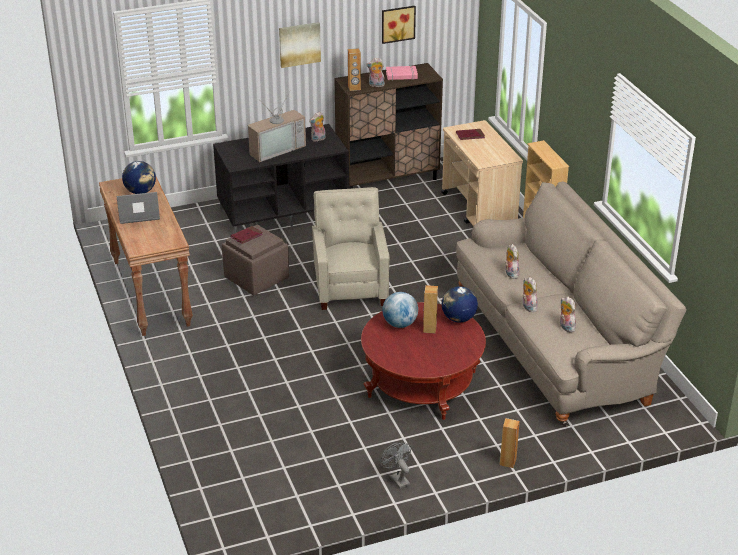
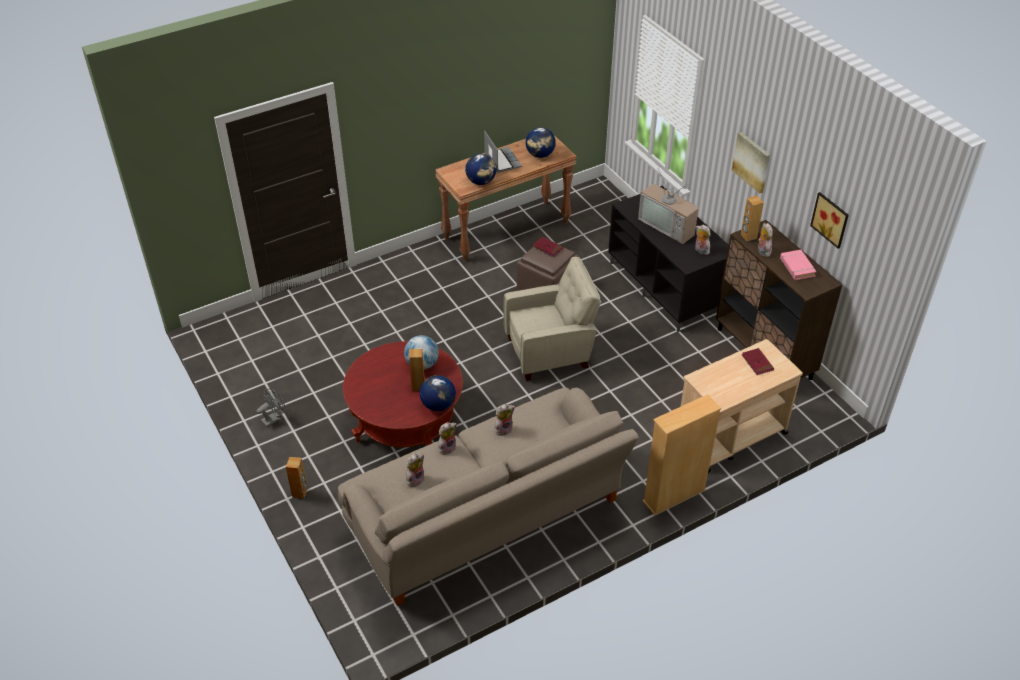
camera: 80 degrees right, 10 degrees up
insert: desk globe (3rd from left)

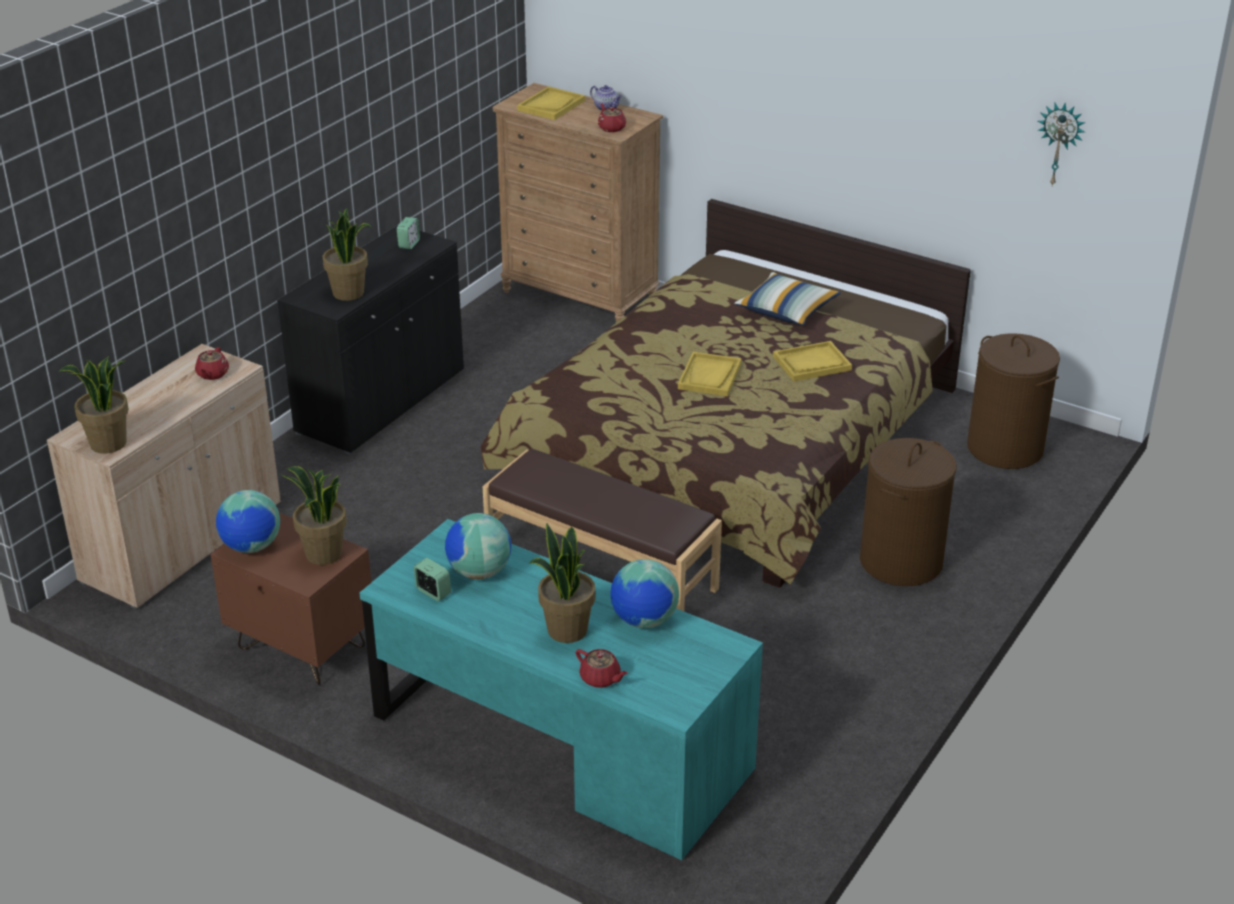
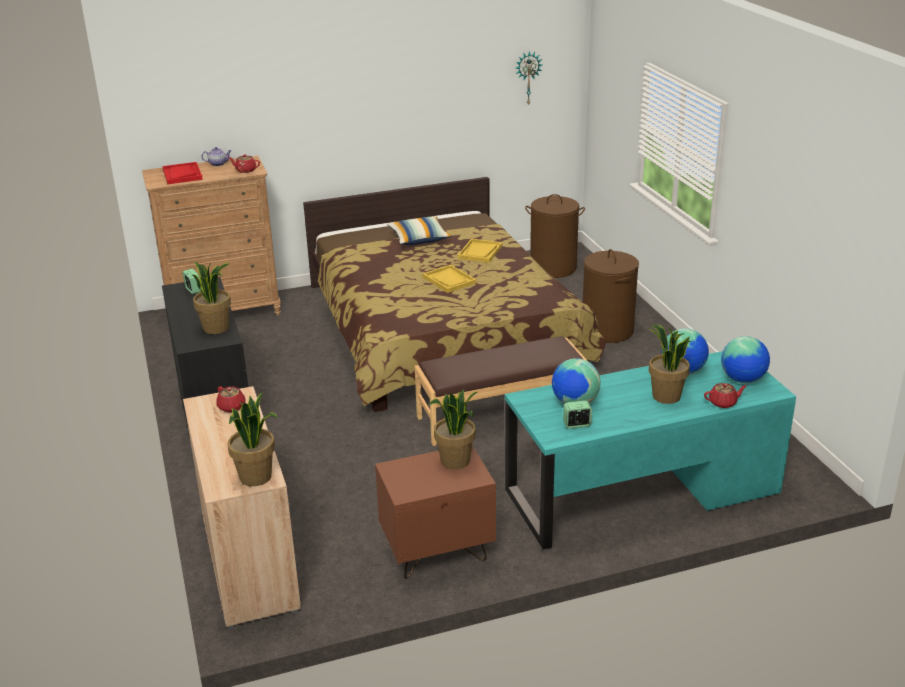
camera: 50 degrees left, 5 degrees down
move: desk globe (1st from left in the first image) to desk globe (3rd from left)
recolor: yellowish carrying tray (1st from left) to red carrying tray

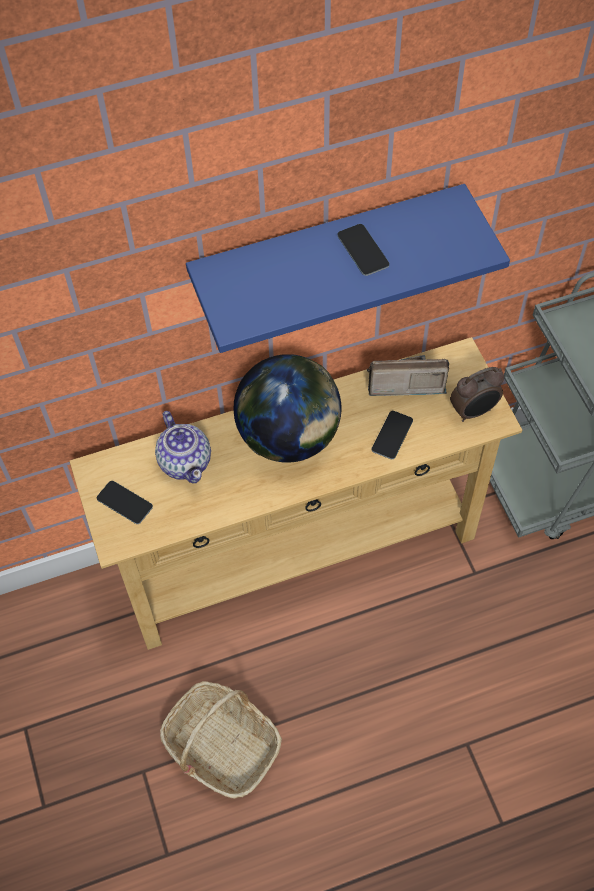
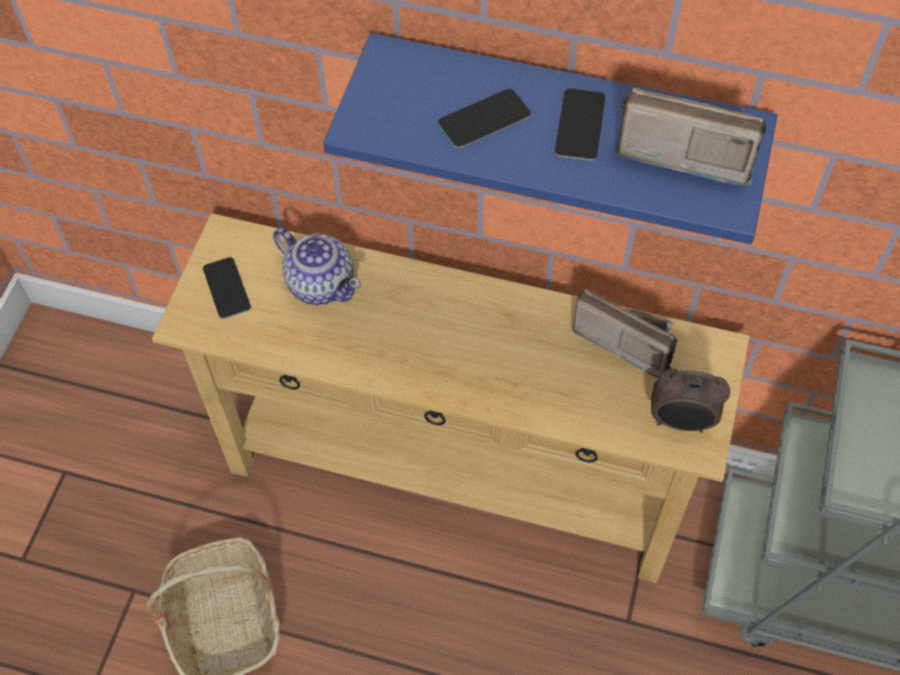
camera: 35 degrees right, 0 degrees up
delete: desk globe
insert: radio (2nd from left)
move: phone (3rd from left in the first image) to phone (2nd from left)
rotate: pot for tea 60 degrees counterclockwise

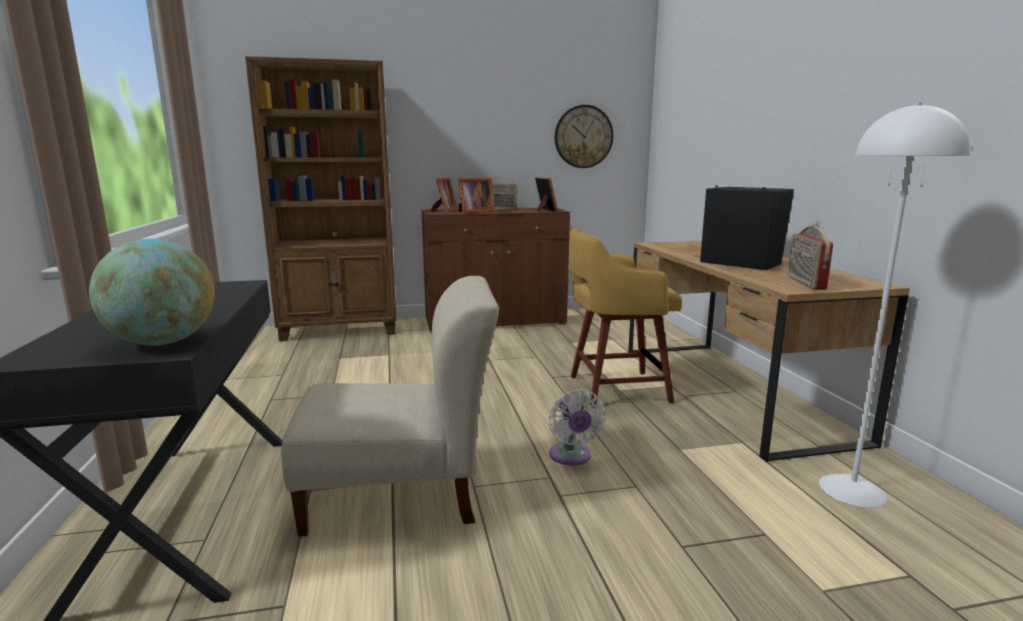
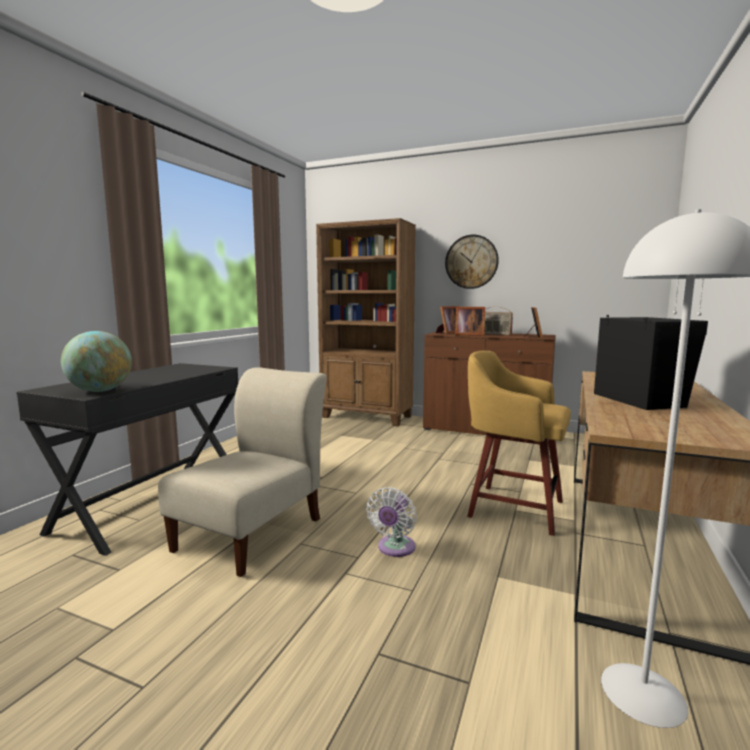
camera: 35 degrees right, 5 degrees down
delete: radio (2nd from left)
move: wall clock
rotate: beige plain chair 90 degrees counterclockwise

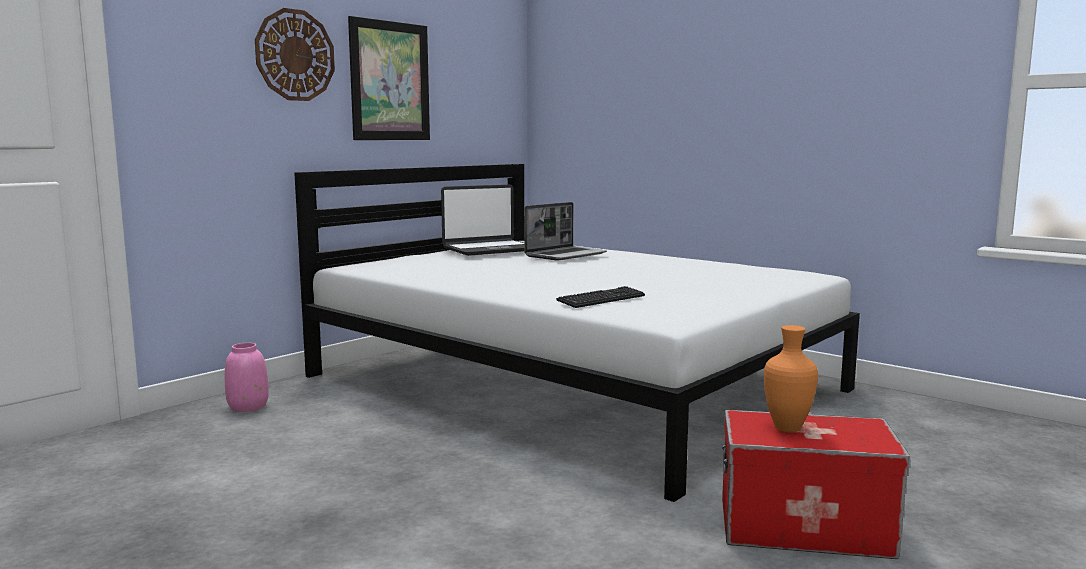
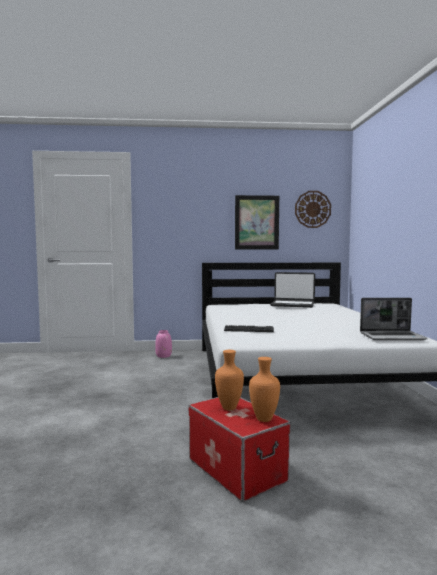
camera: 45 degrees right, 5 degrees down
insert: orange-coloured vase (2nd from left)
move: wall clock; portable computer (2nd from left)

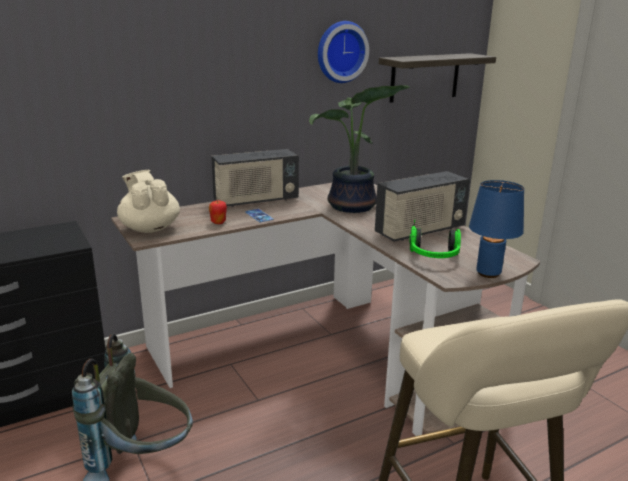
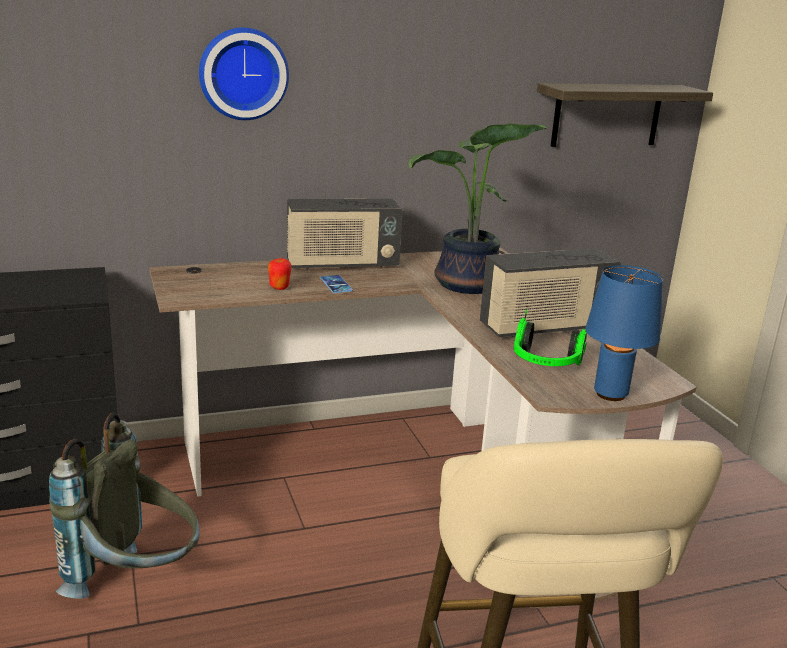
camera: 10 degrees right, 0 degrees up
delete: beige pot for tea
move: wall clock

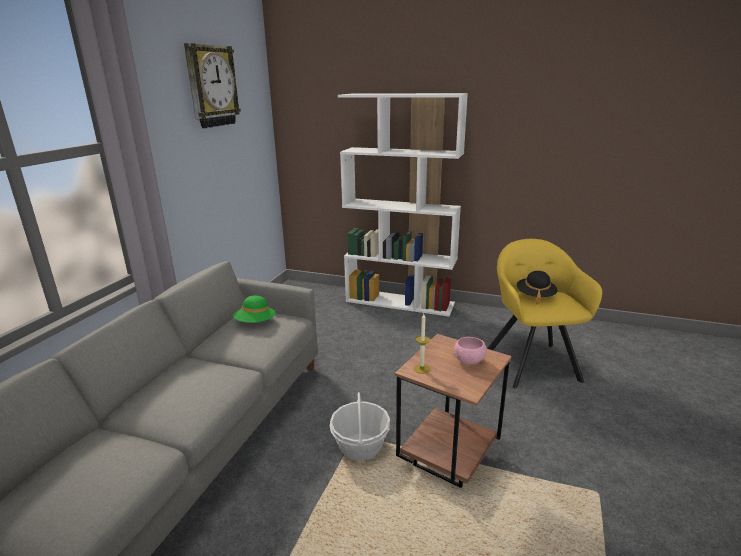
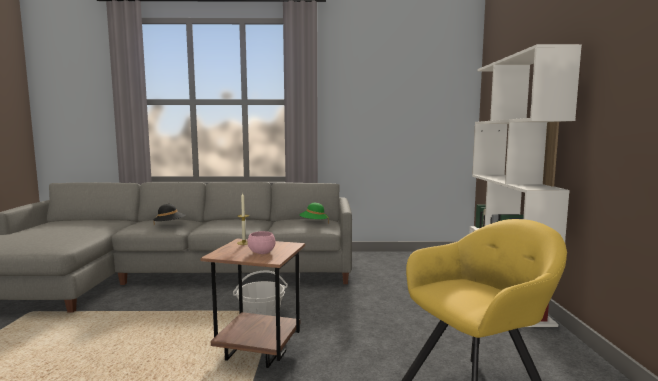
camera: 70 degrees right, 15 degrees down
delete: wall clock
move: black-coloured clothing hat

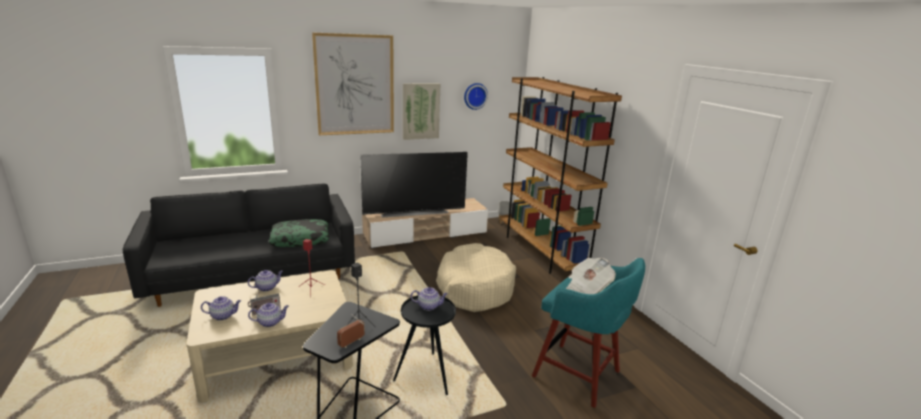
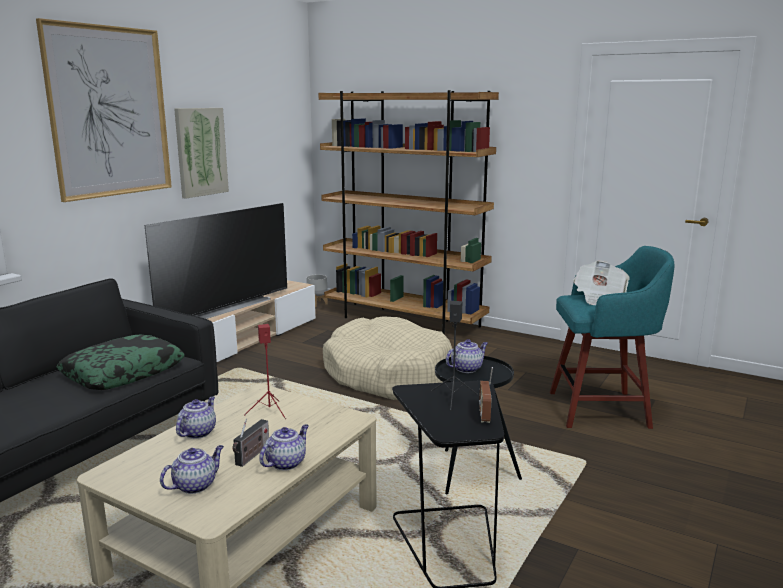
camera: 35 degrees left, 5 degrees down
delete: wall clock

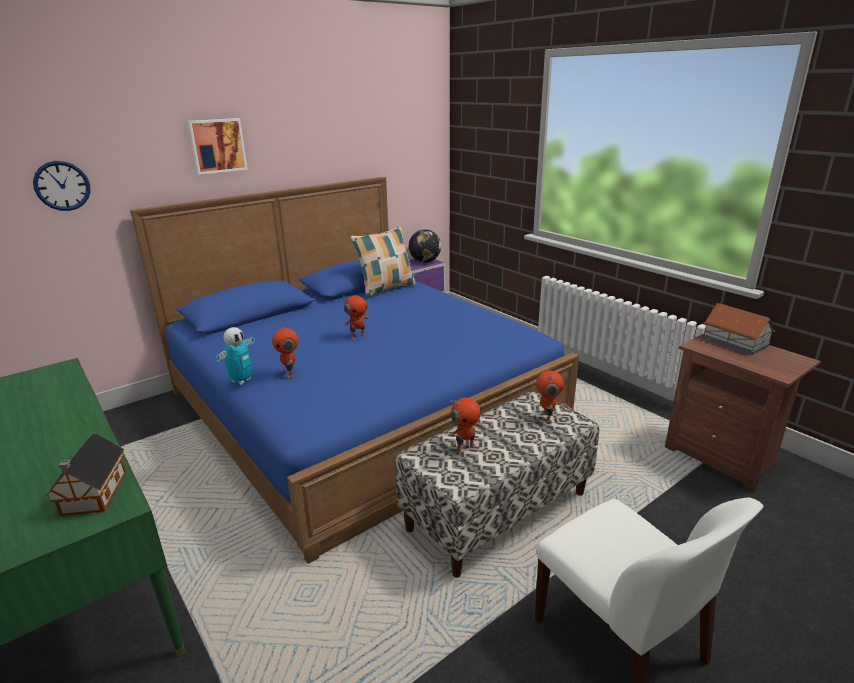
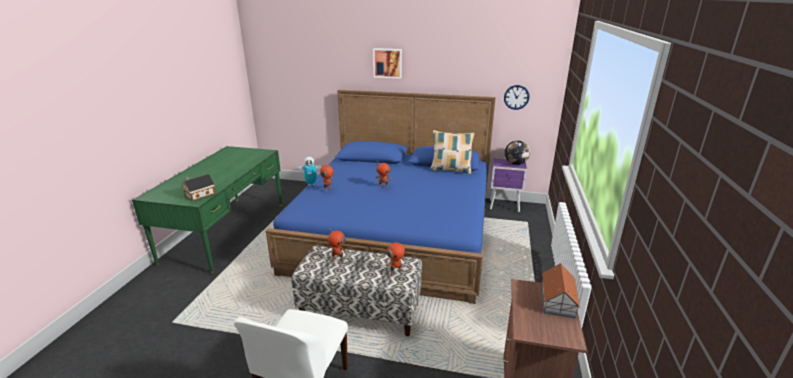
camera: 50 degrees right, 0 degrees up
move: wall clock

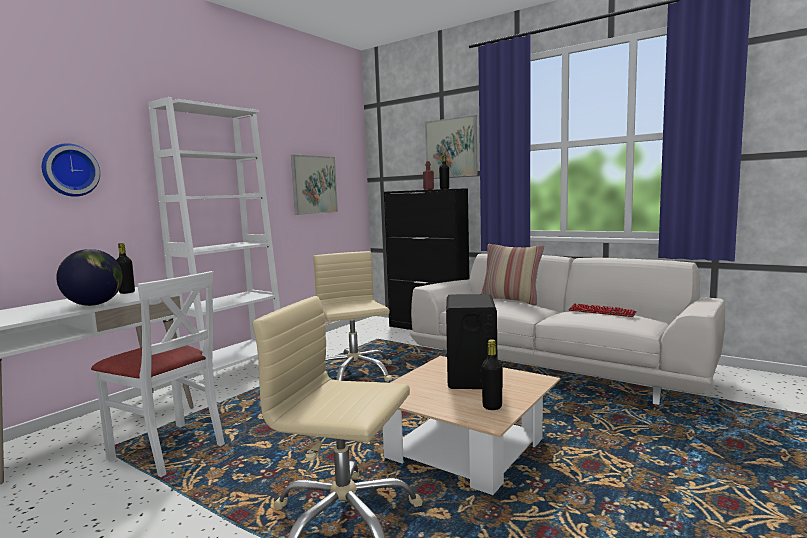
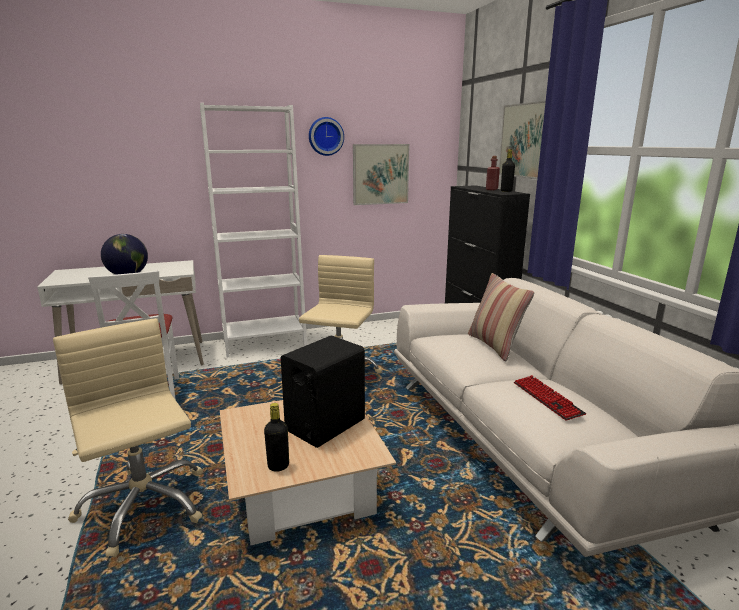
camera: 35 degrees right, 10 degrees up
delete: black-coloured drink bottle (1st from left)
move: wall clock

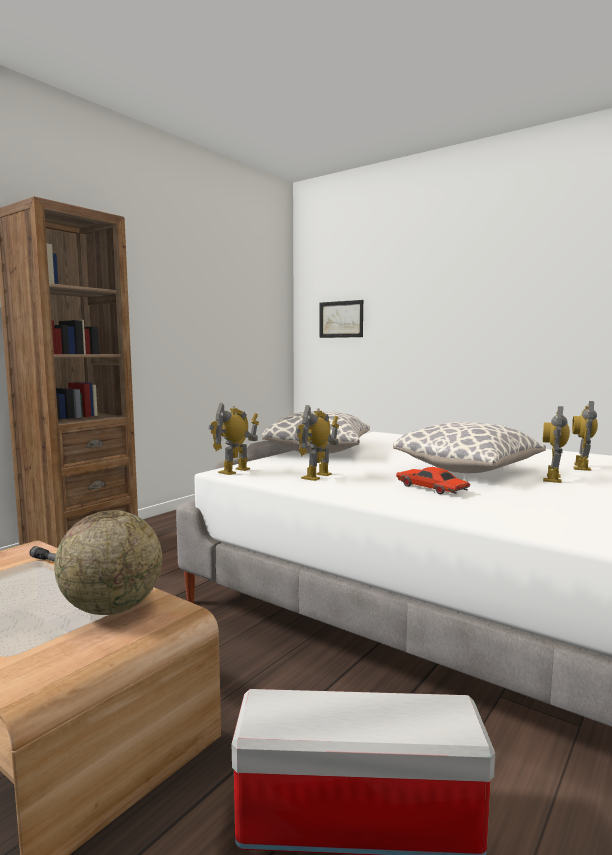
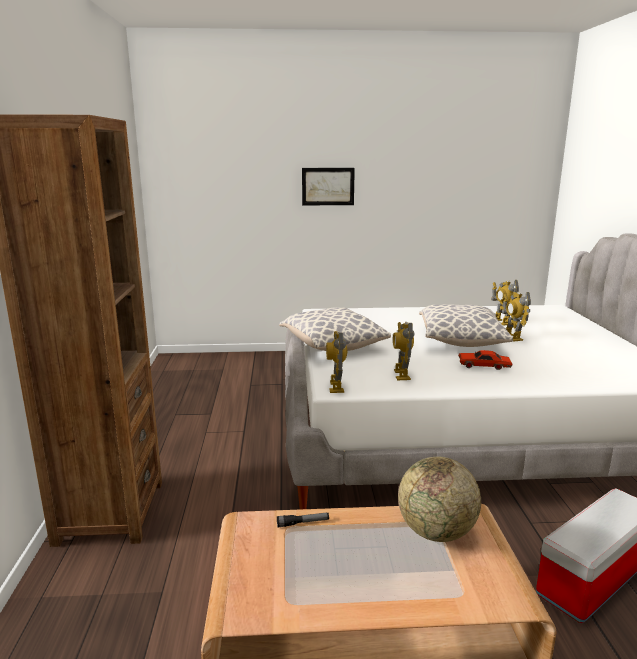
camera: 40 degrees left, 10 degrees up
move: wall art

